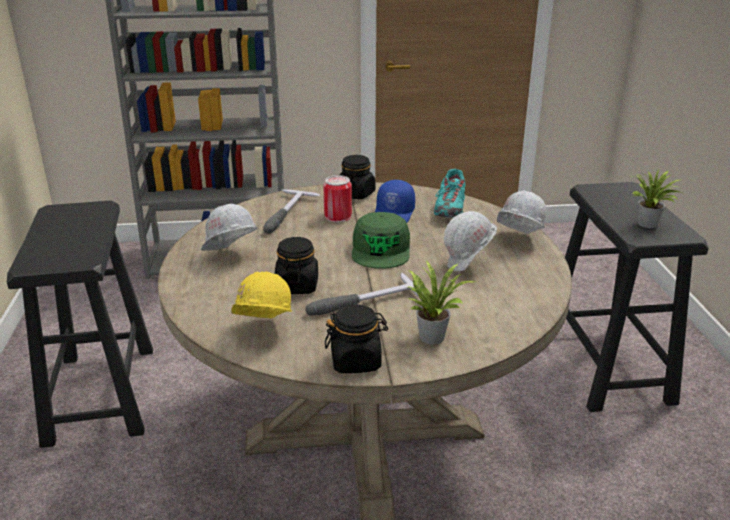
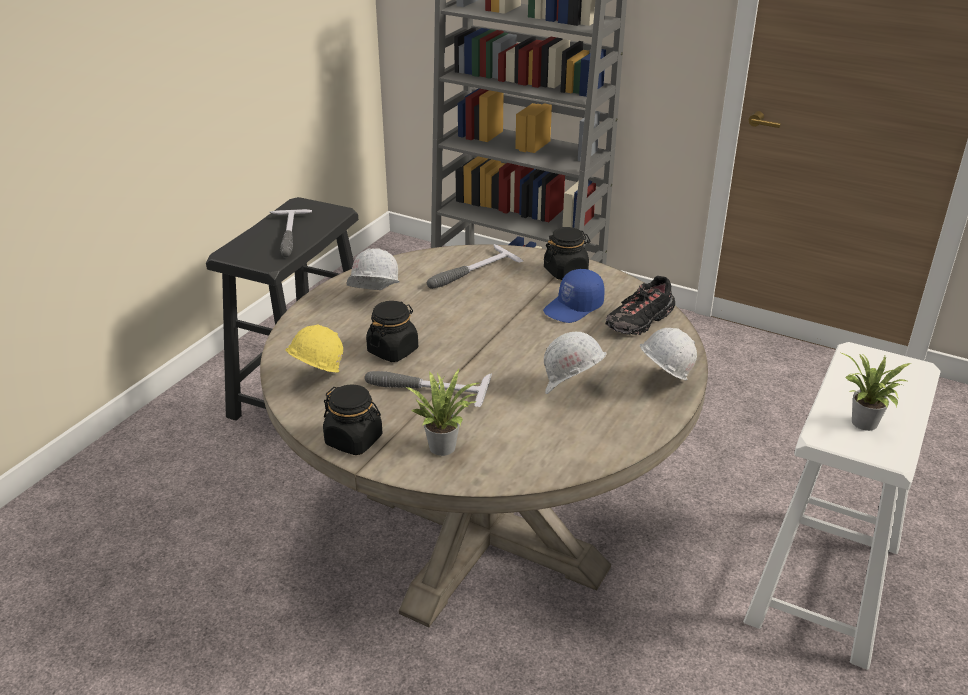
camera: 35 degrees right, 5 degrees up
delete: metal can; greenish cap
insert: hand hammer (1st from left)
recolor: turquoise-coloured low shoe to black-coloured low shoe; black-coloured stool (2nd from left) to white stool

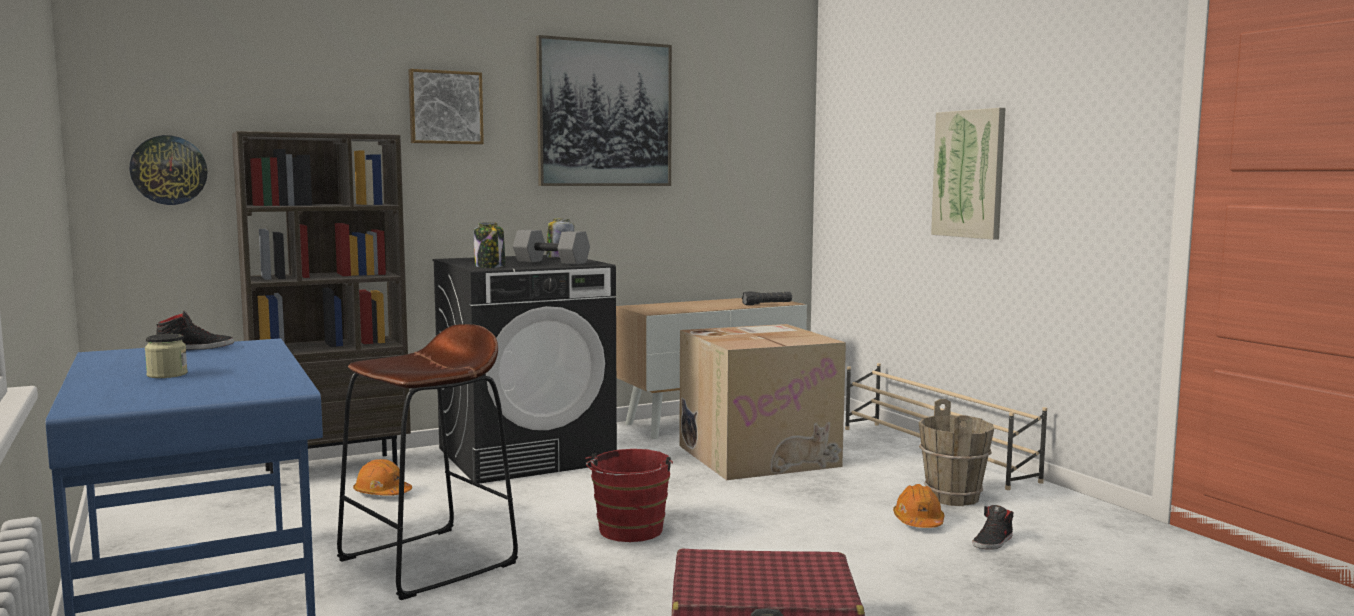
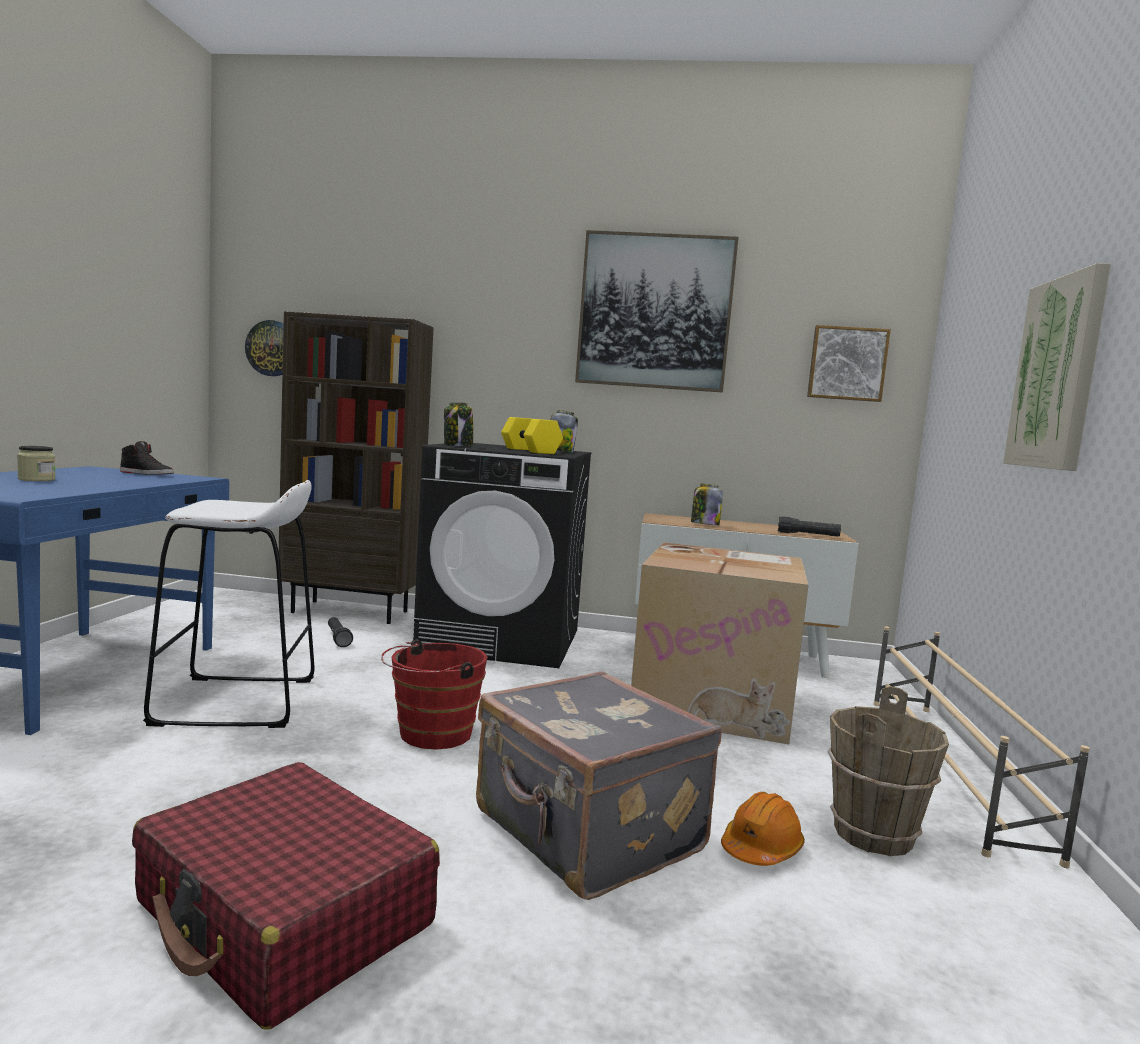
camera: 35 degrees right, 0 degrees up
delete: black-coloured low shoe (2nd from left)
insert: grey travel case; storage jar (4th from left)
move: wall art (1st from left in the first image) to wall art (2nd from left)
replace: orange-coloured safety helmet (1st from left) to black-coloured flashlight (1st from left)
recolor: brownish stool to white stool; grey free weight to yellowish free weight

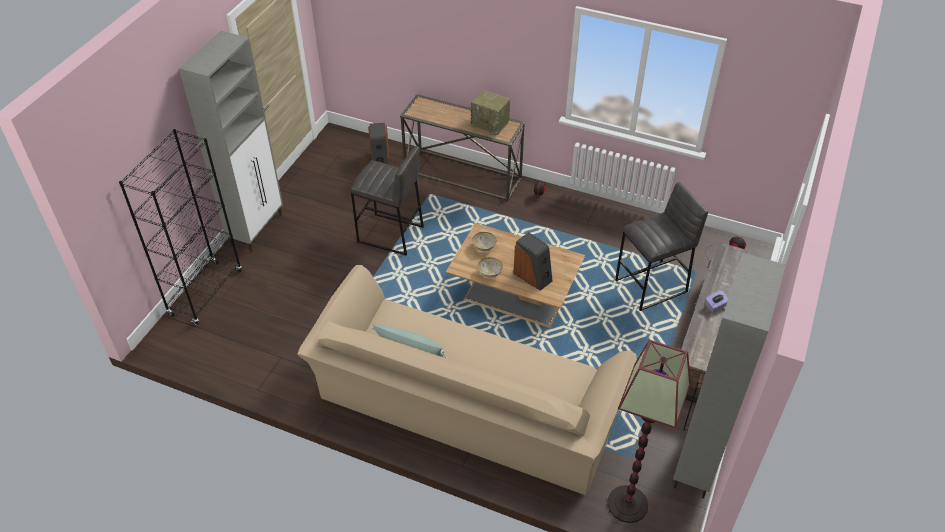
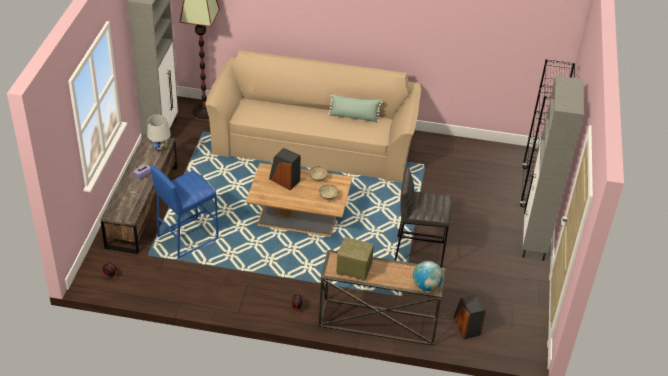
camera: 165 degrees right, 5 degrees down
insert: white lamp for a table; desk globe
recolor: grey stool (2nd from left) to blue-coloured stool

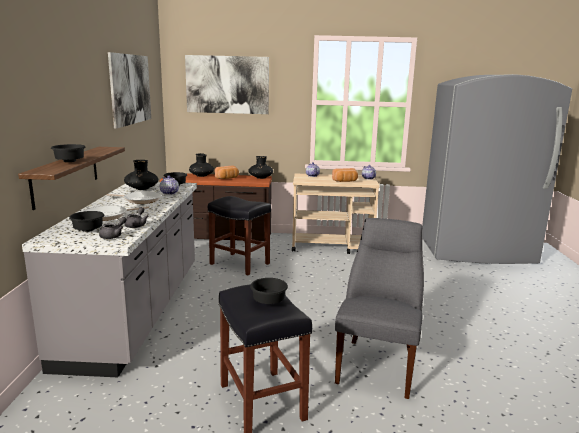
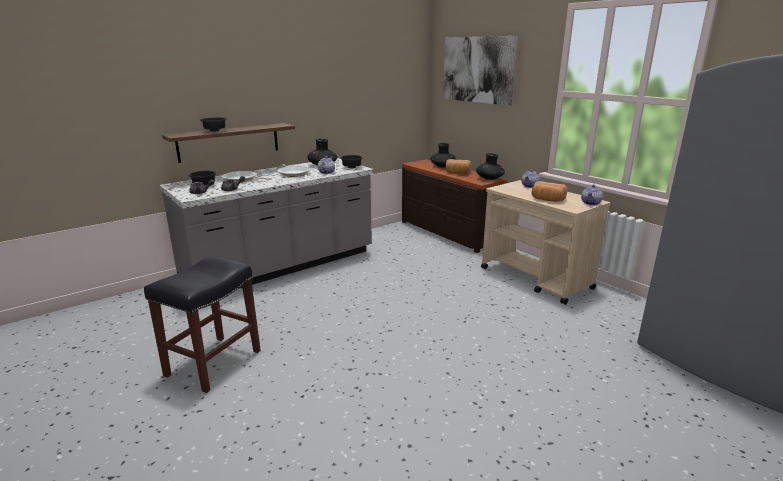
camera: 50 degrees right, 5 degrees up
delete: wall art (1st from left); black-coloured stool (1st from left); black-coloured bowl (4th from left); grey plain chair

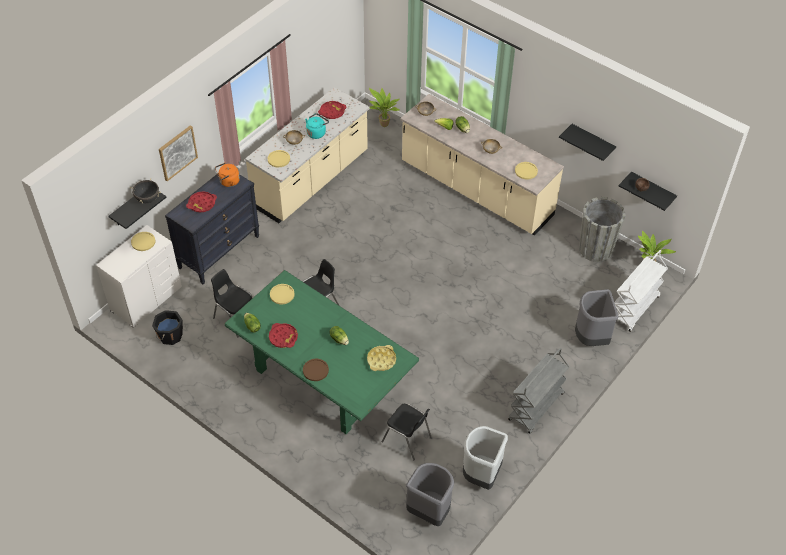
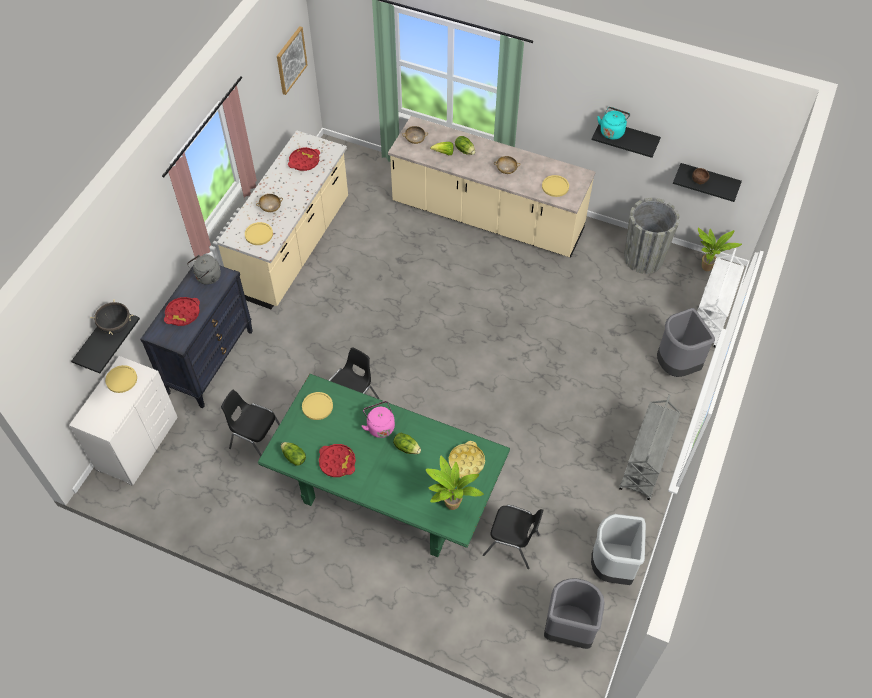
camera: 15 degrees left, 5 degrees up
delete: black-coloured pail; brownish dinner plate
insert: pinkish tea kettle
move: wall art; turquoise-coloured tea kettle; potted plant (1st from left)
recolor: orange-coloured tea kettle to grey tea kettle

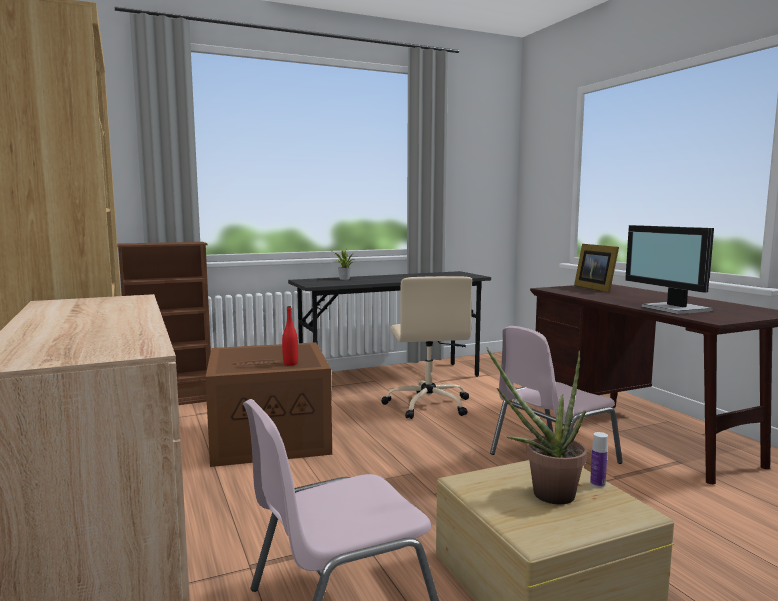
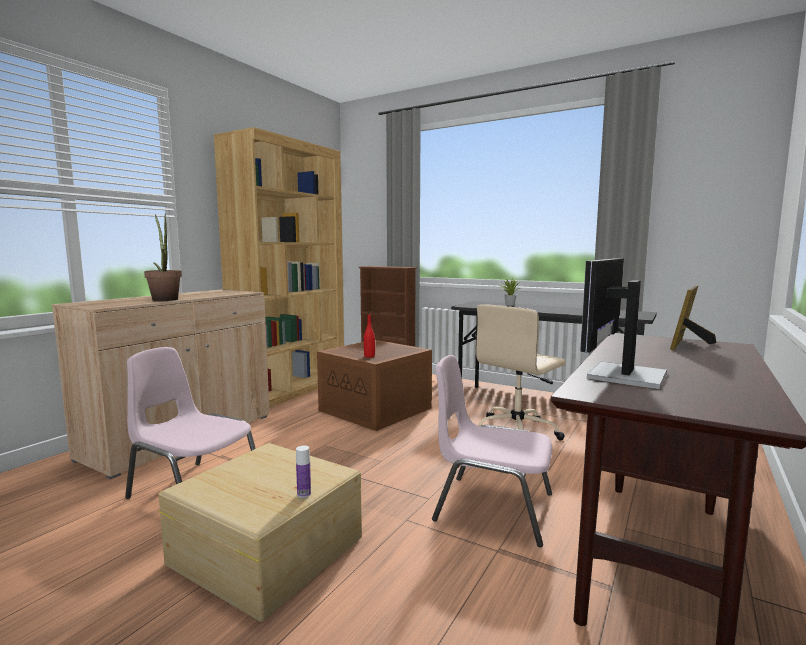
camera: 55 degrees right, 0 degrees up
move: potted plant (2nd from left in the first image) to potted plant (1st from left)

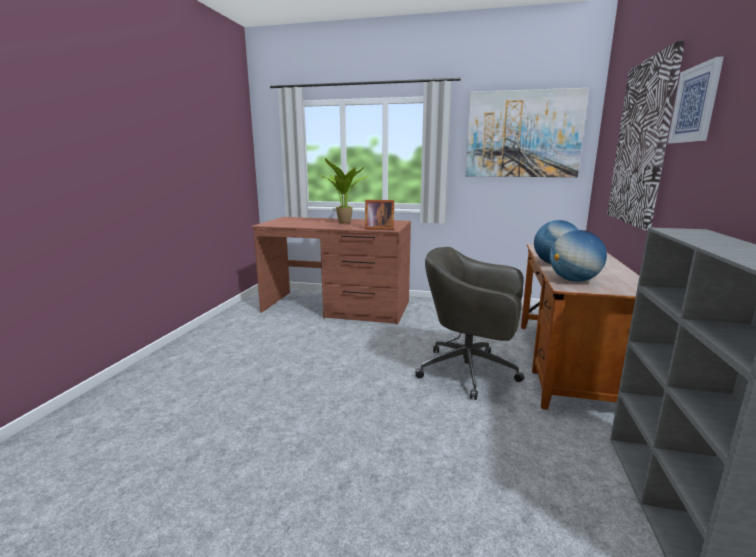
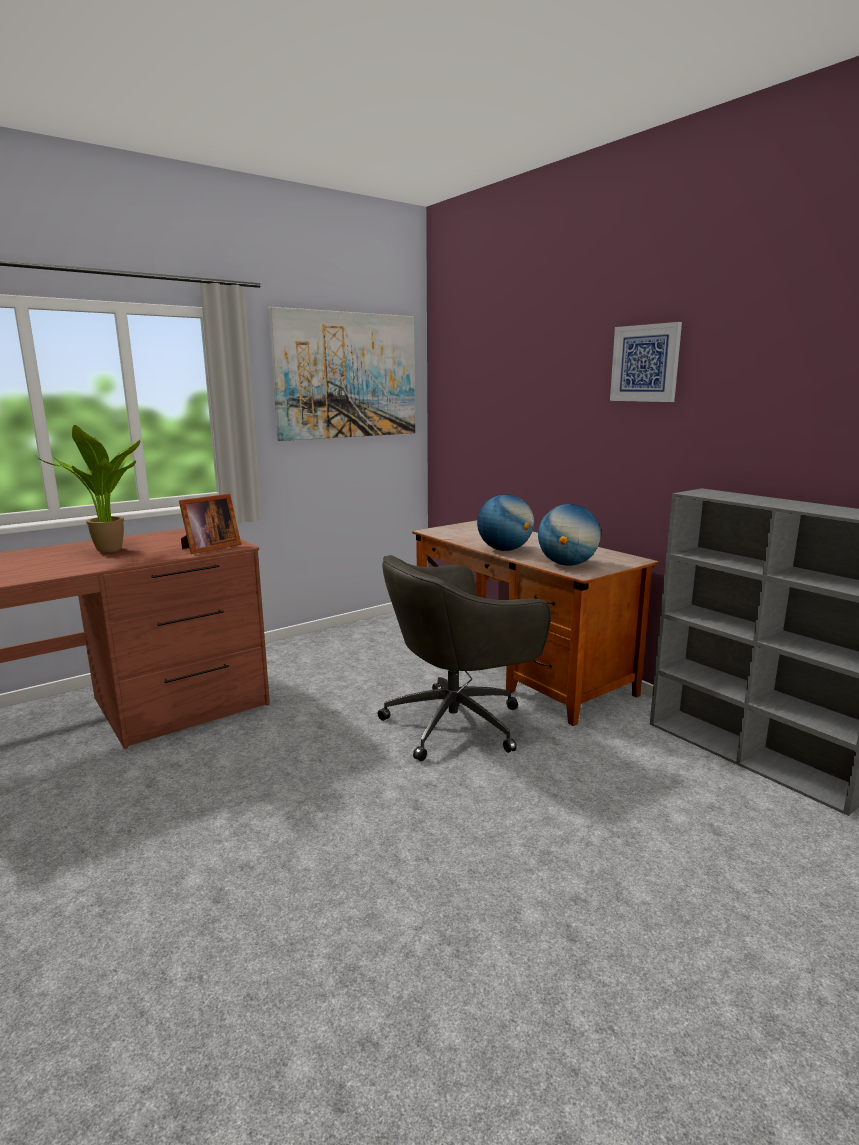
camera: 50 degrees left, 0 degrees up
delete: wall art (2nd from left)

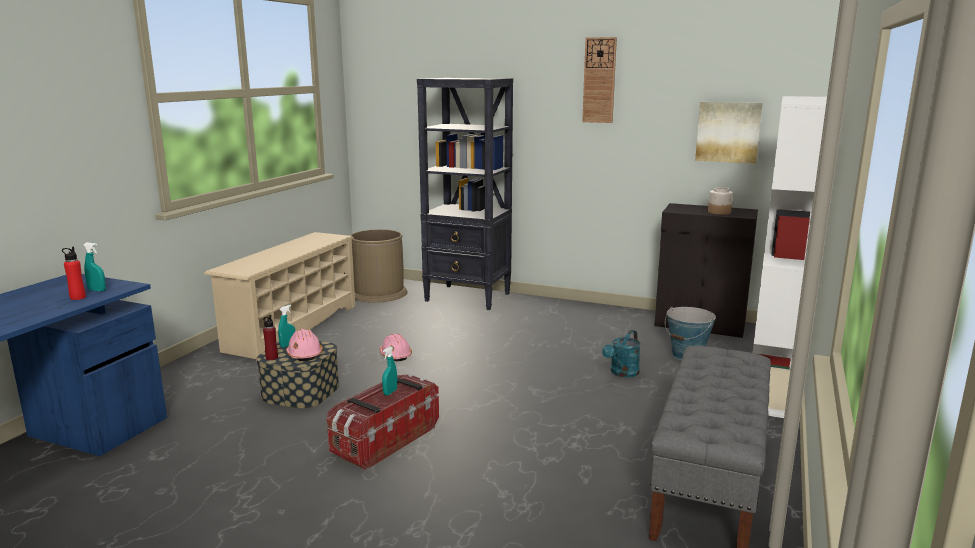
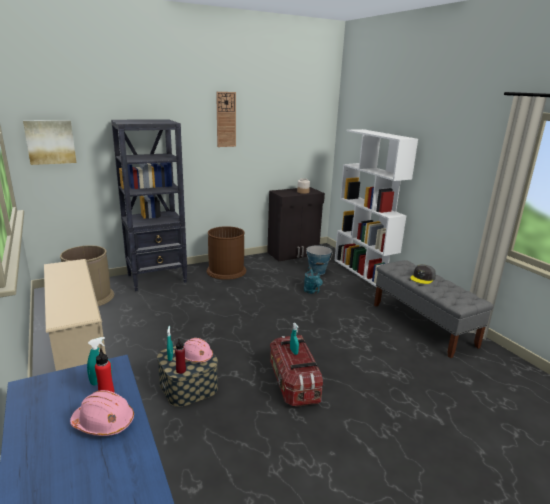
camera: 50 degrees left, 5 degrees up
insert: brownish waste bin (2nd from left); grey cap
move: pinkish safety helmet (2nd from left in the first image) to pinkish safety helmet (1st from left); wall art

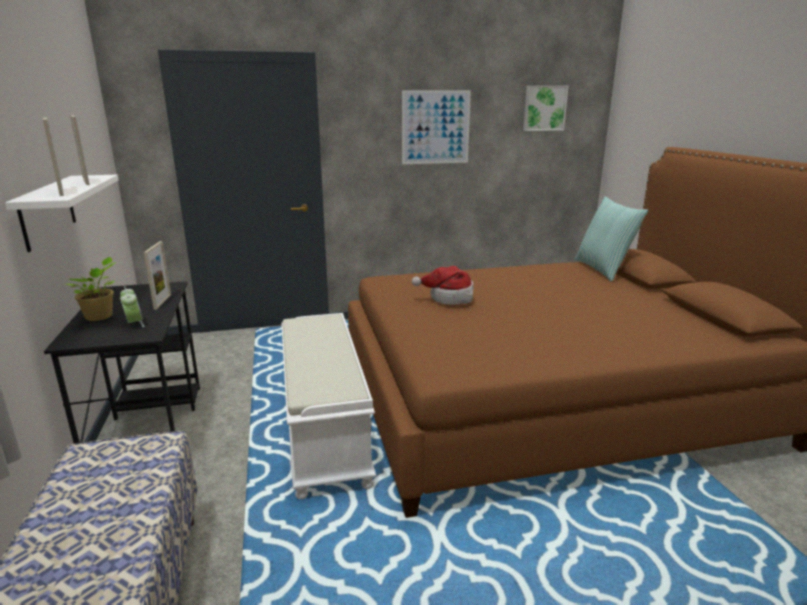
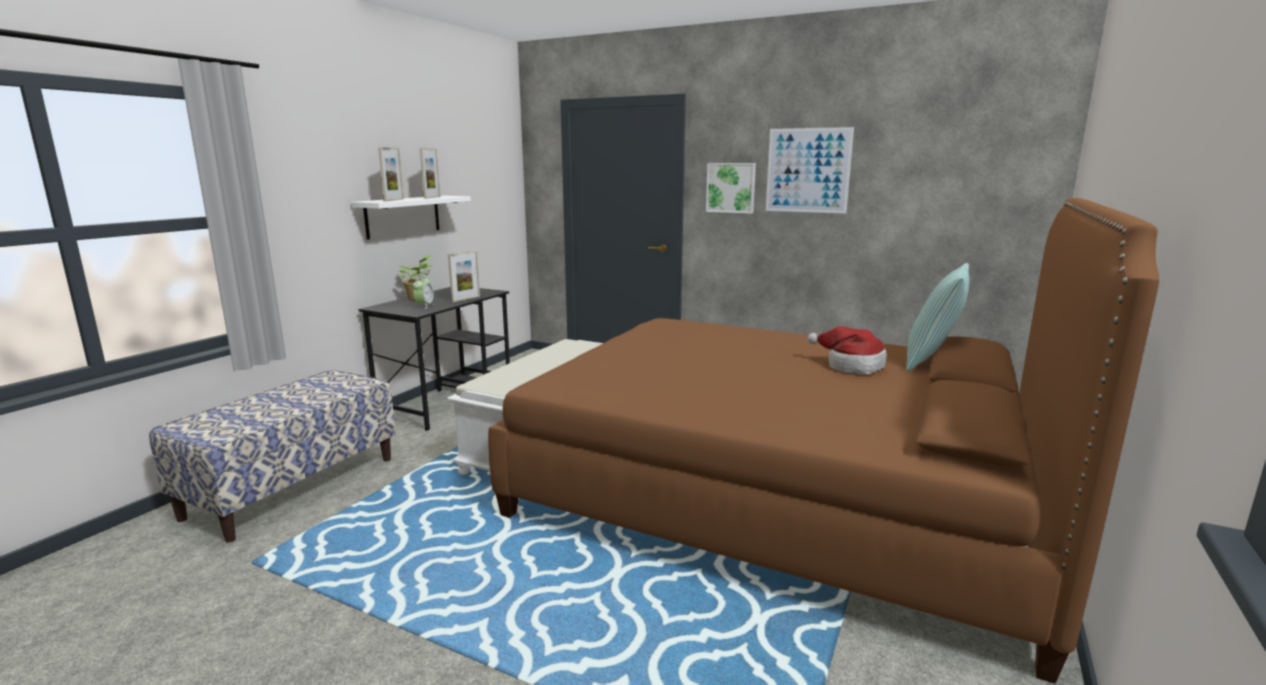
camera: 40 degrees right, 5 degrees down
move: clothing hat; wall art (2nd from left in the first image) to wall art (1st from left)

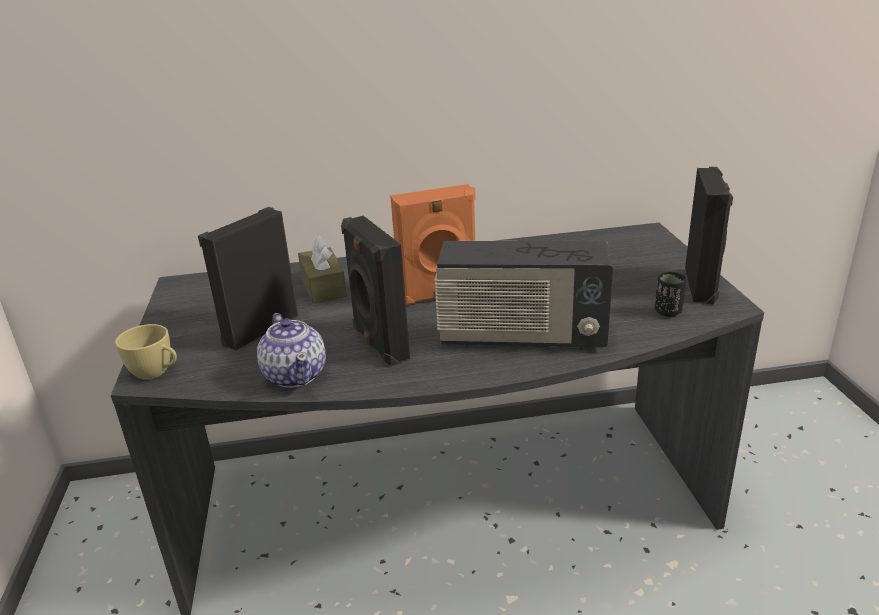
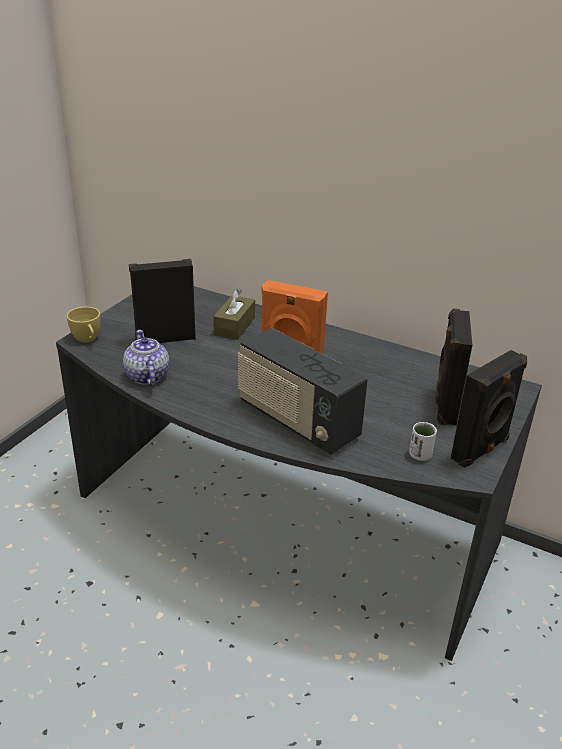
camera: 35 degrees right, 5 degrees up
move: black-coloured speaker (2nd from left)
recolor: black-coloured cup to white cup
rotate: pot for tea 150 degrees clockwise

